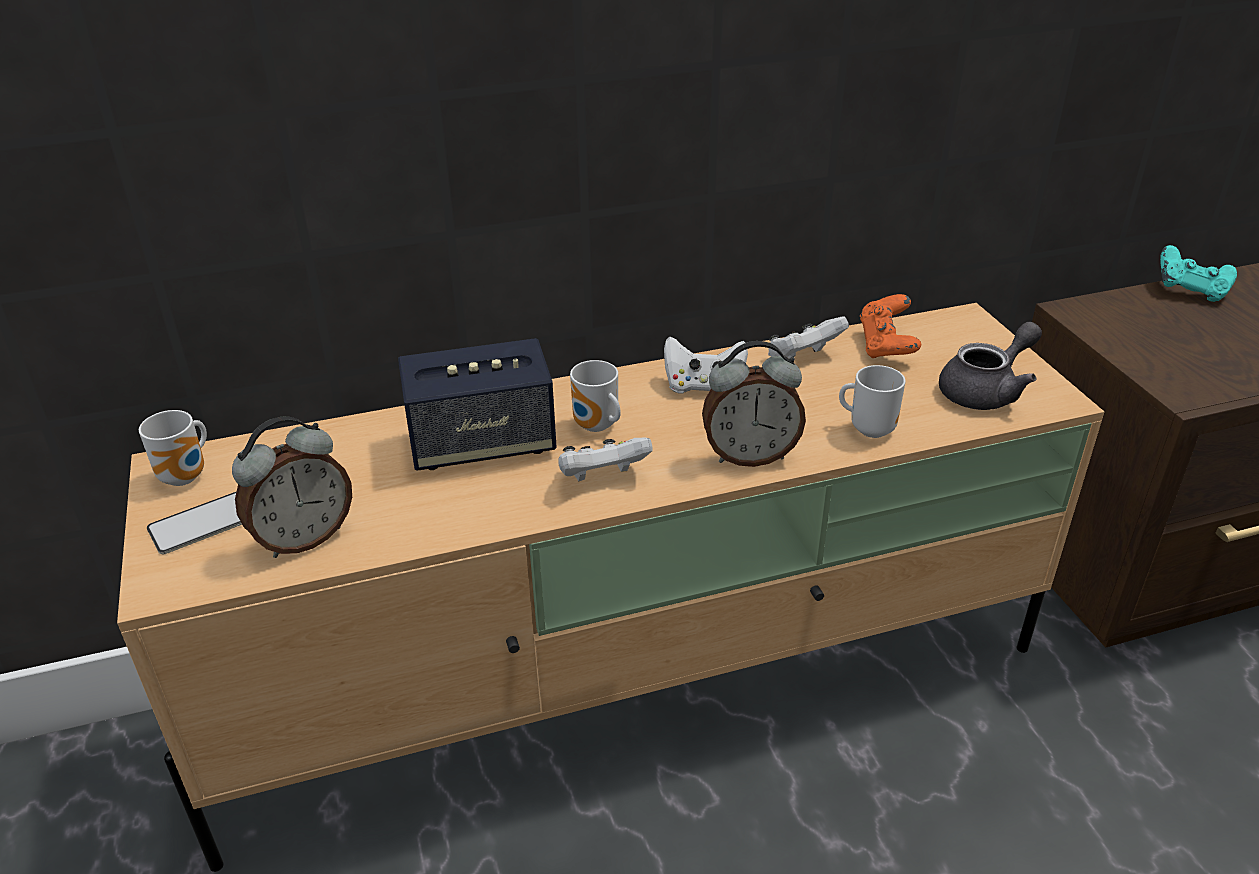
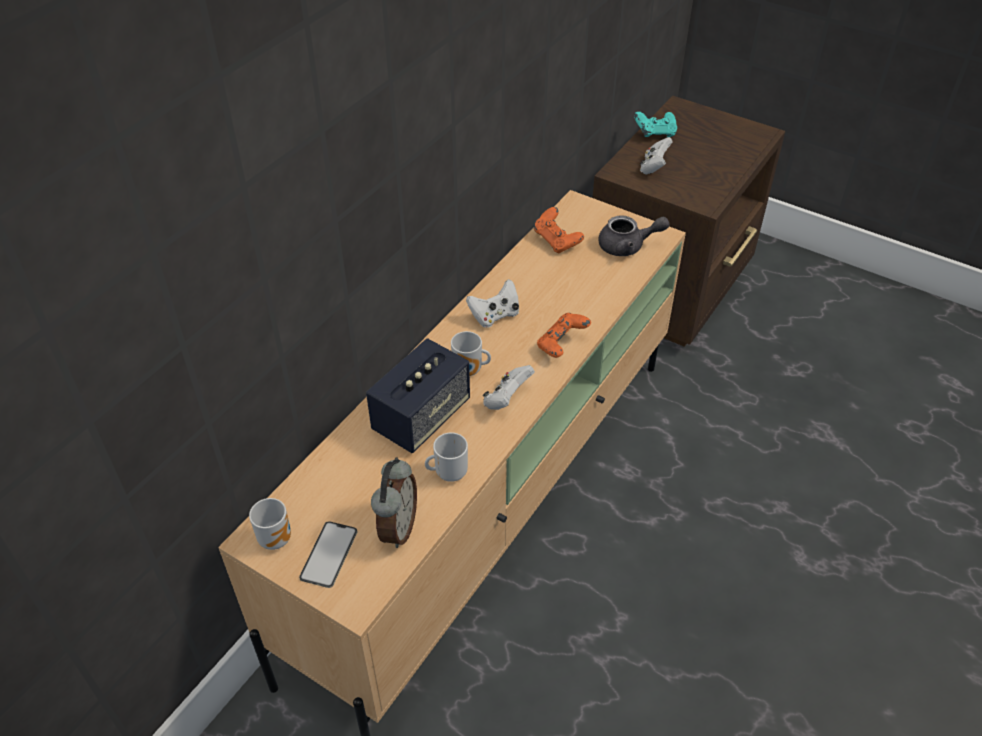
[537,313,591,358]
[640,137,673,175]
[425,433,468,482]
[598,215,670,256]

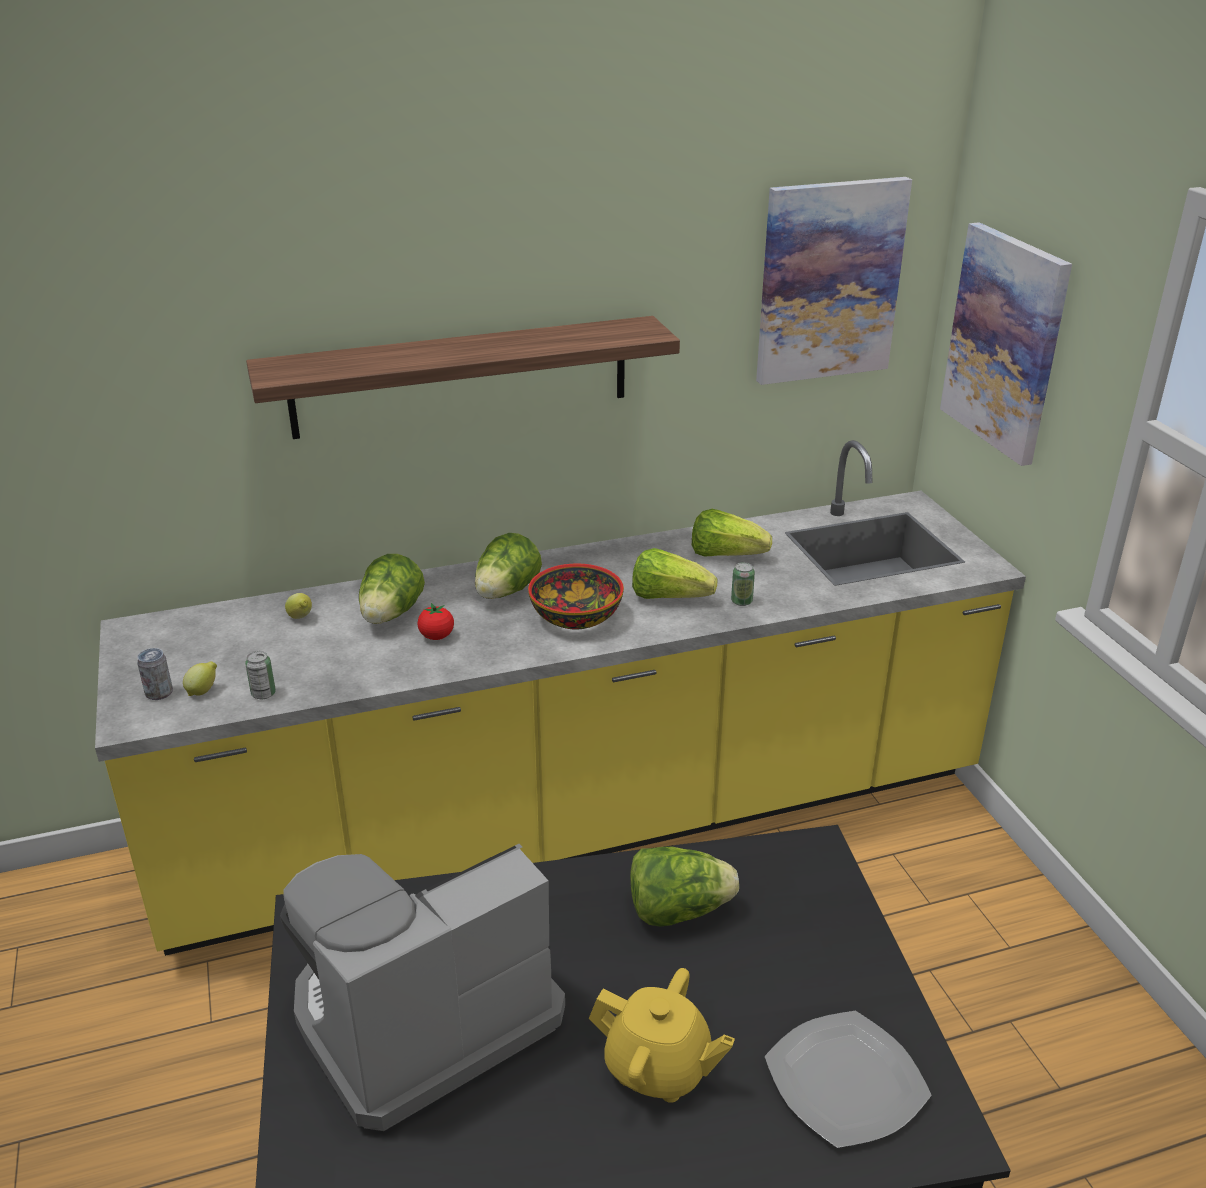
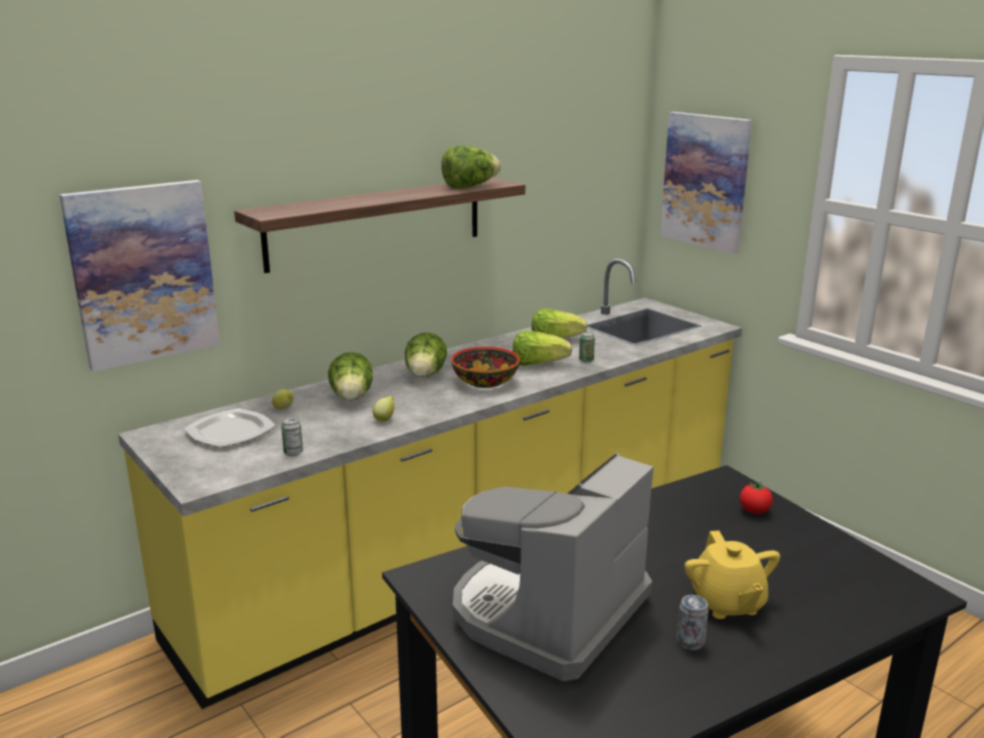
[677,595,709,651]
[373,396,394,422]
[740,482,773,514]
[685,531,780,619]
[441,145,501,189]
[59,180,220,372]
[184,408,276,447]

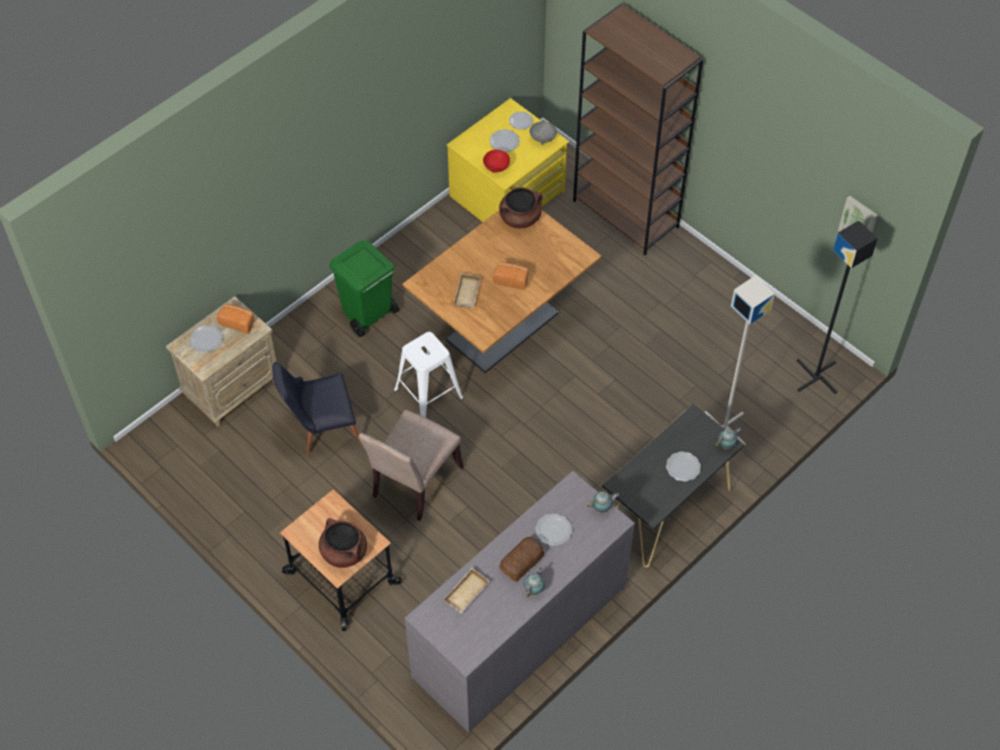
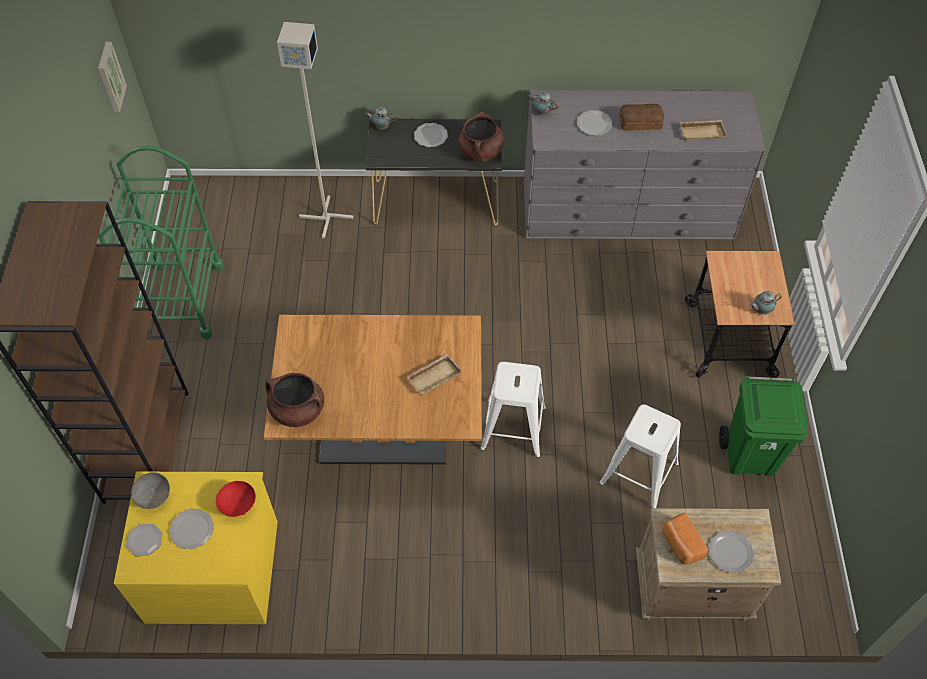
[599,404,681,508]
[458,112,504,162]
[719,376,808,476]
[358,410,464,521] (first image)
[493,262,528,290] (first image)
[749,291,782,315]
[797,221,878,394] (first image)
[98,146,224,339]

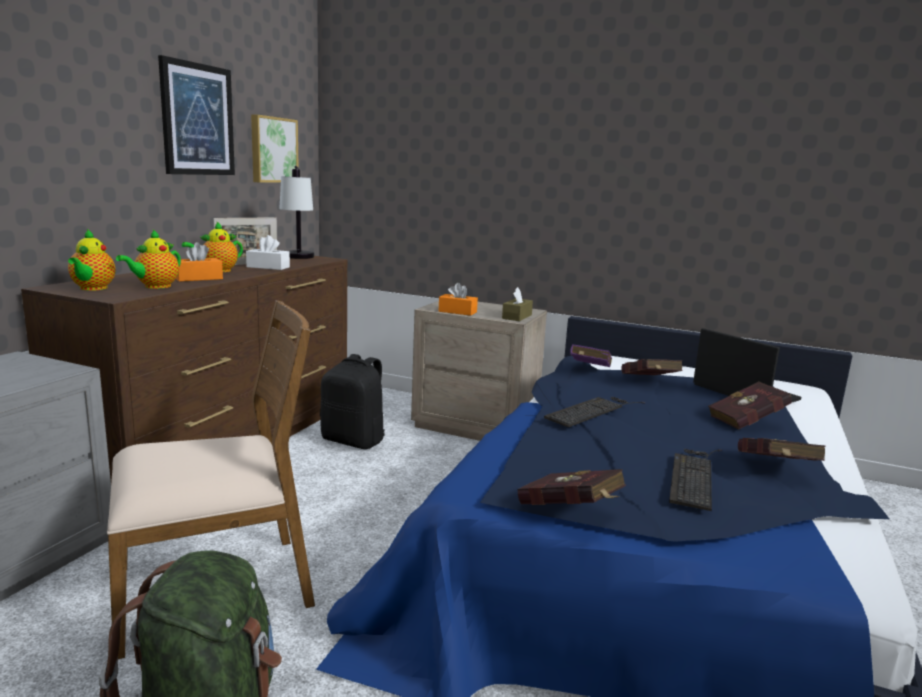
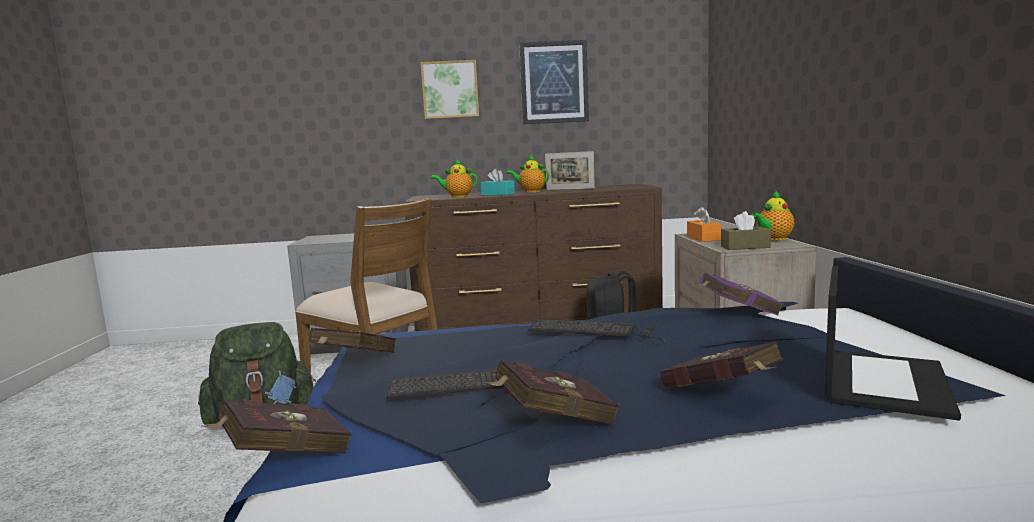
[751,191,794,241]
[481,169,515,195]
[246,235,290,270] (first image)
[420,60,479,119]
[279,166,314,259] (first image)
[203,399,351,453]

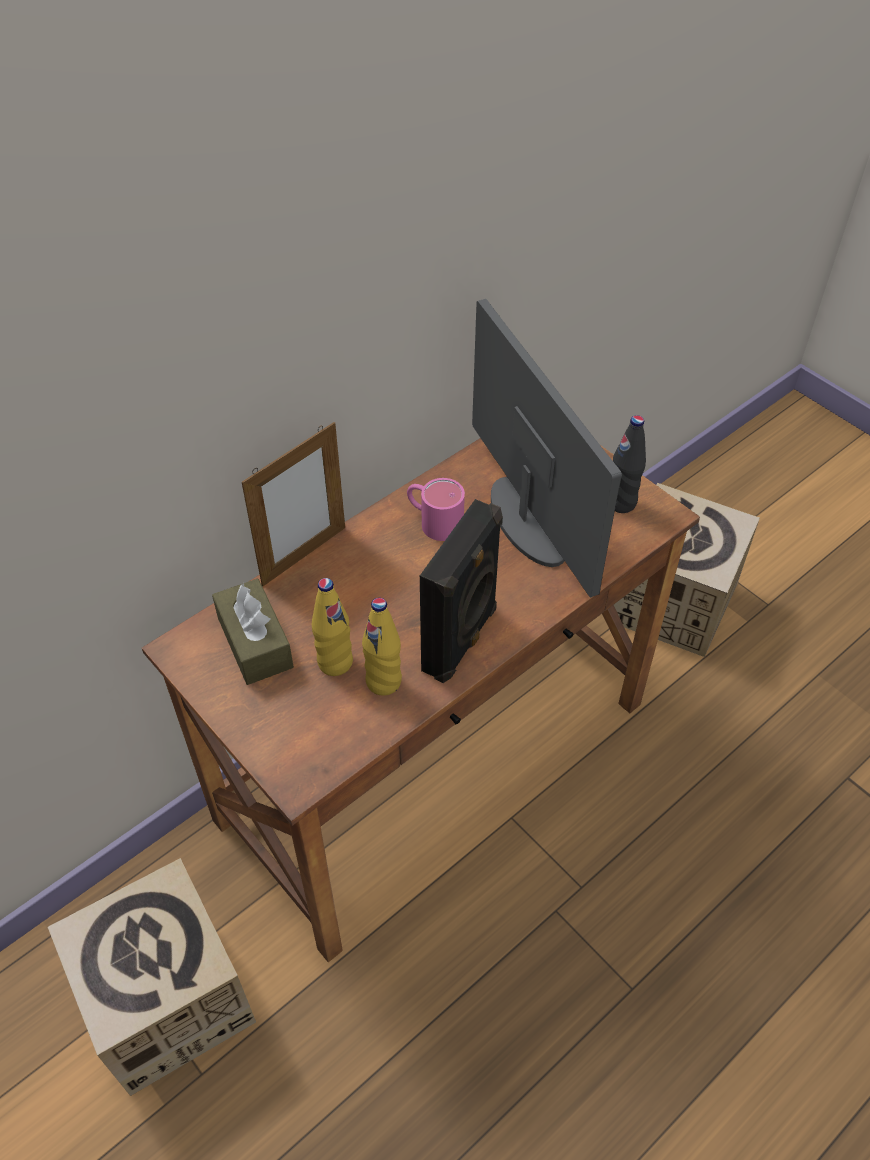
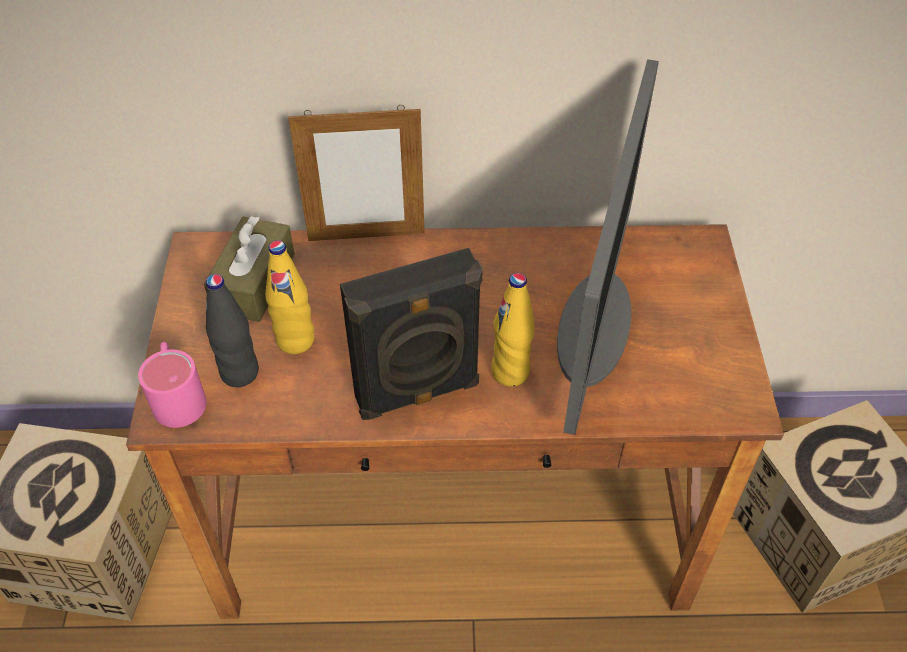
[491,273,535,387]
[138,342,207,428]
[206,274,259,387]

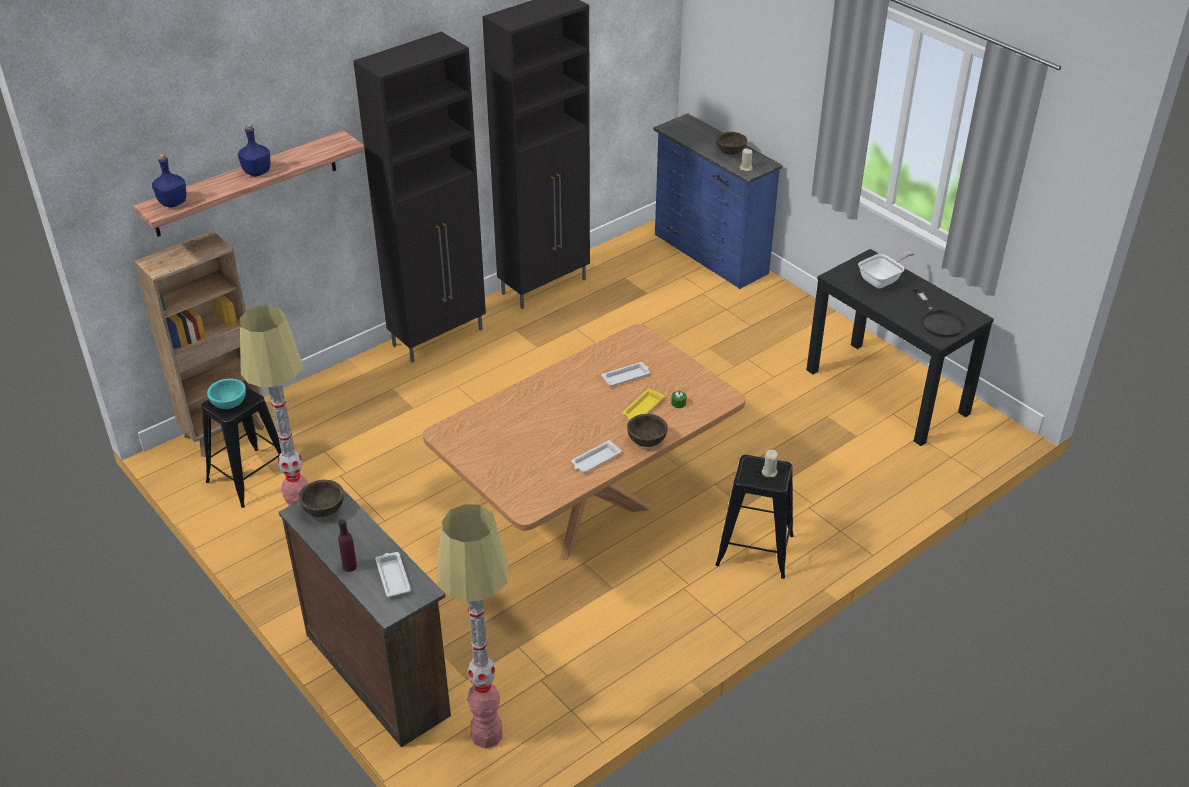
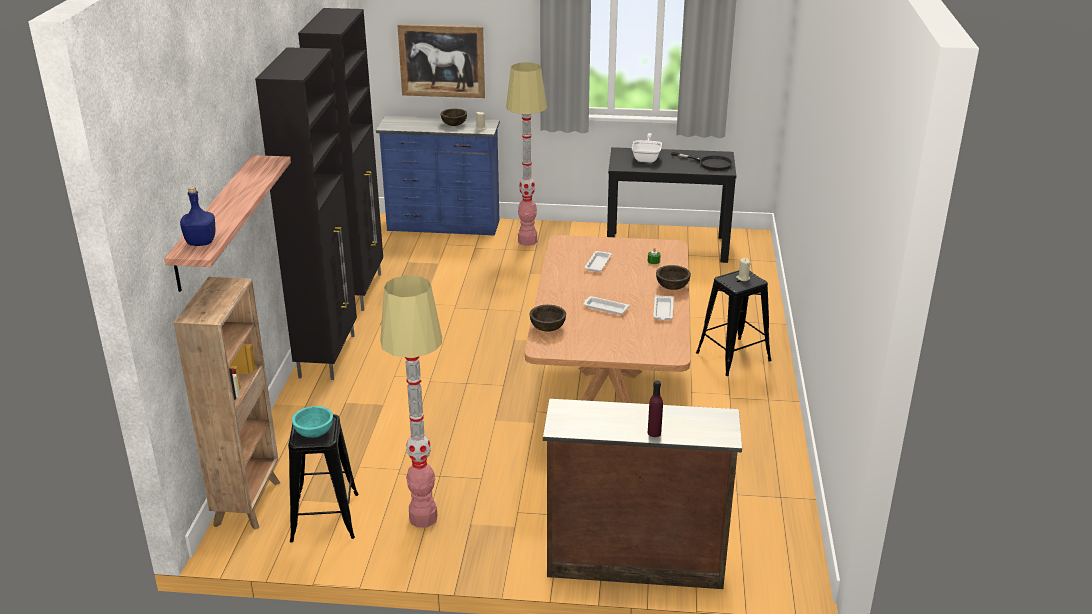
[238,124,270,177] (first image)
[529,305,566,332]
[583,296,630,315]
[506,63,547,246]
[622,388,665,420] (first image)
[397,24,485,98]

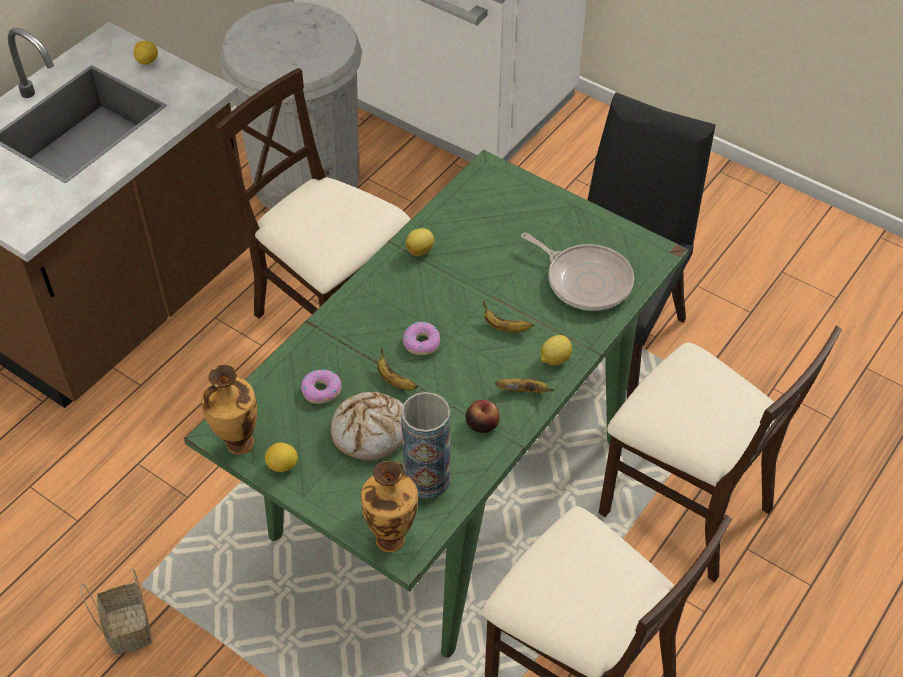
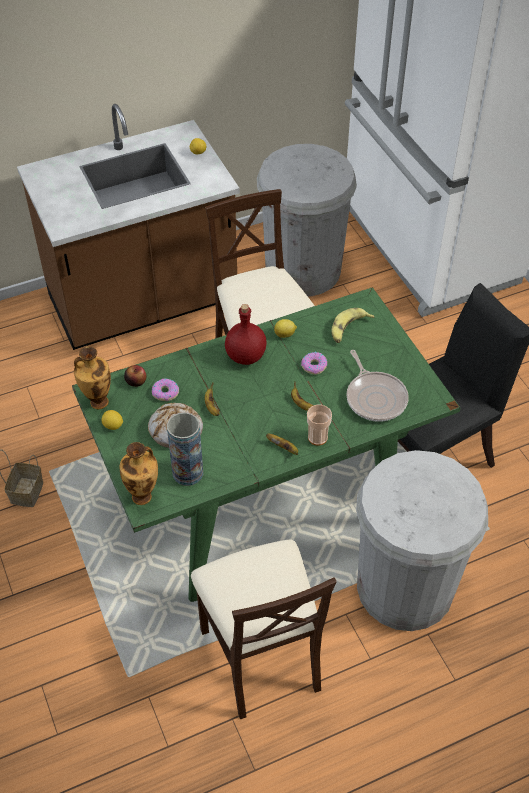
[301,352,327,375]
[124,365,147,387]
[307,405,332,446]
[356,450,488,631]
[225,304,267,365]
[331,308,374,343]

